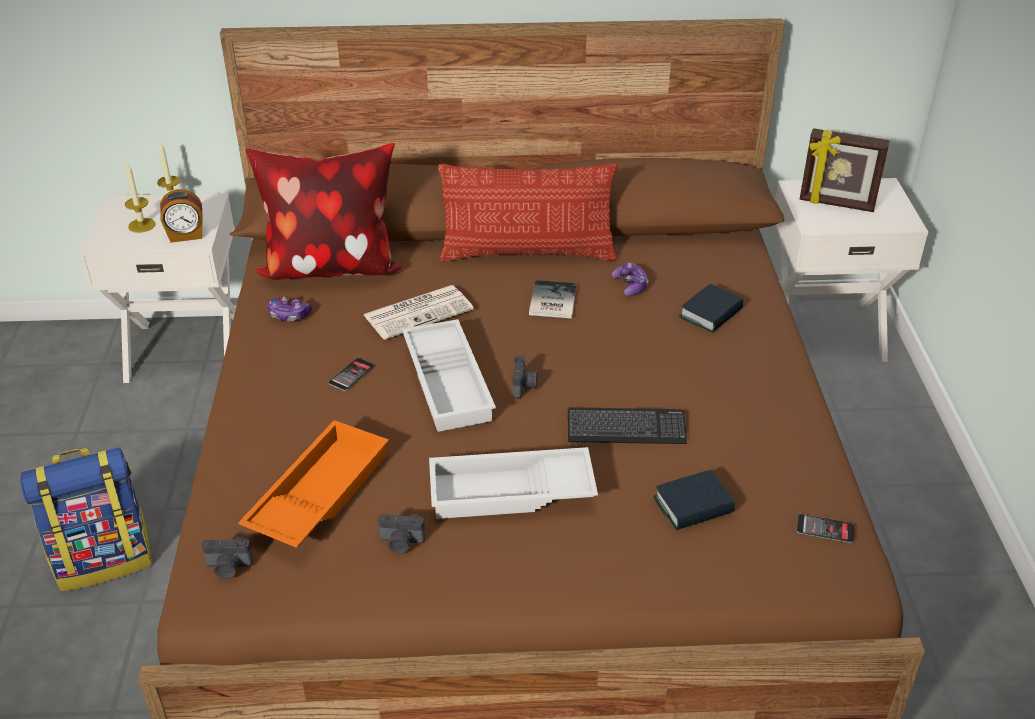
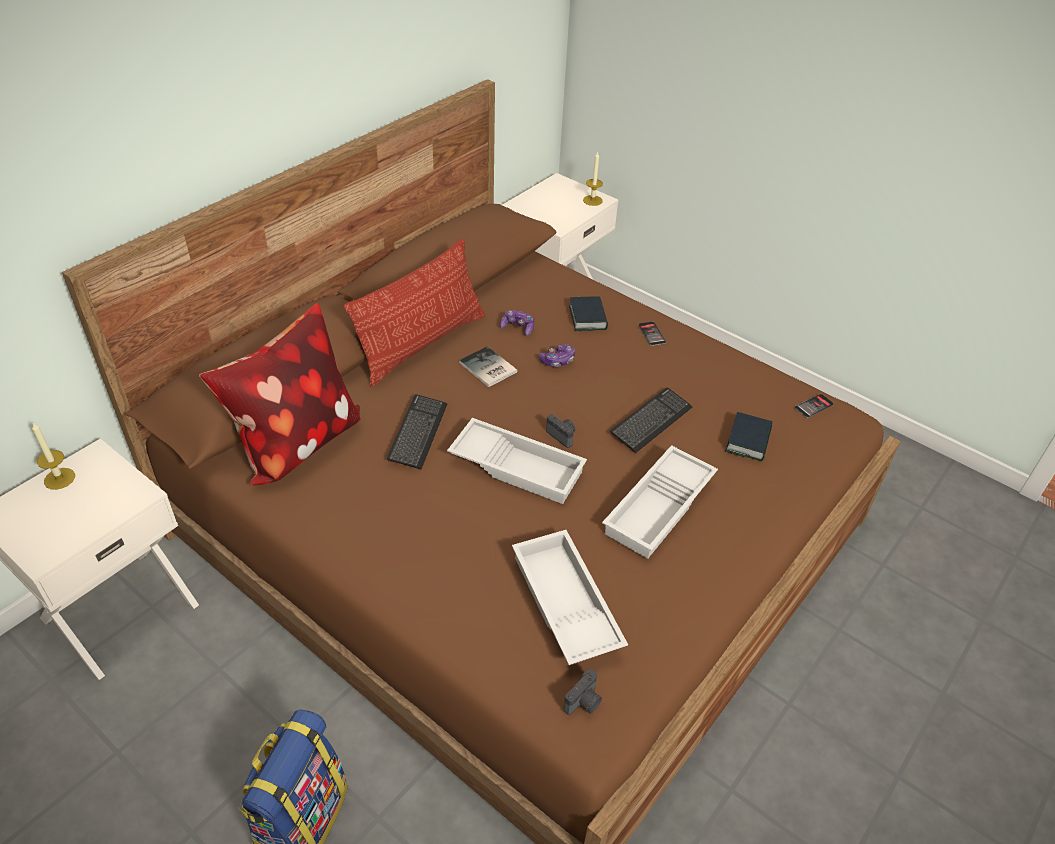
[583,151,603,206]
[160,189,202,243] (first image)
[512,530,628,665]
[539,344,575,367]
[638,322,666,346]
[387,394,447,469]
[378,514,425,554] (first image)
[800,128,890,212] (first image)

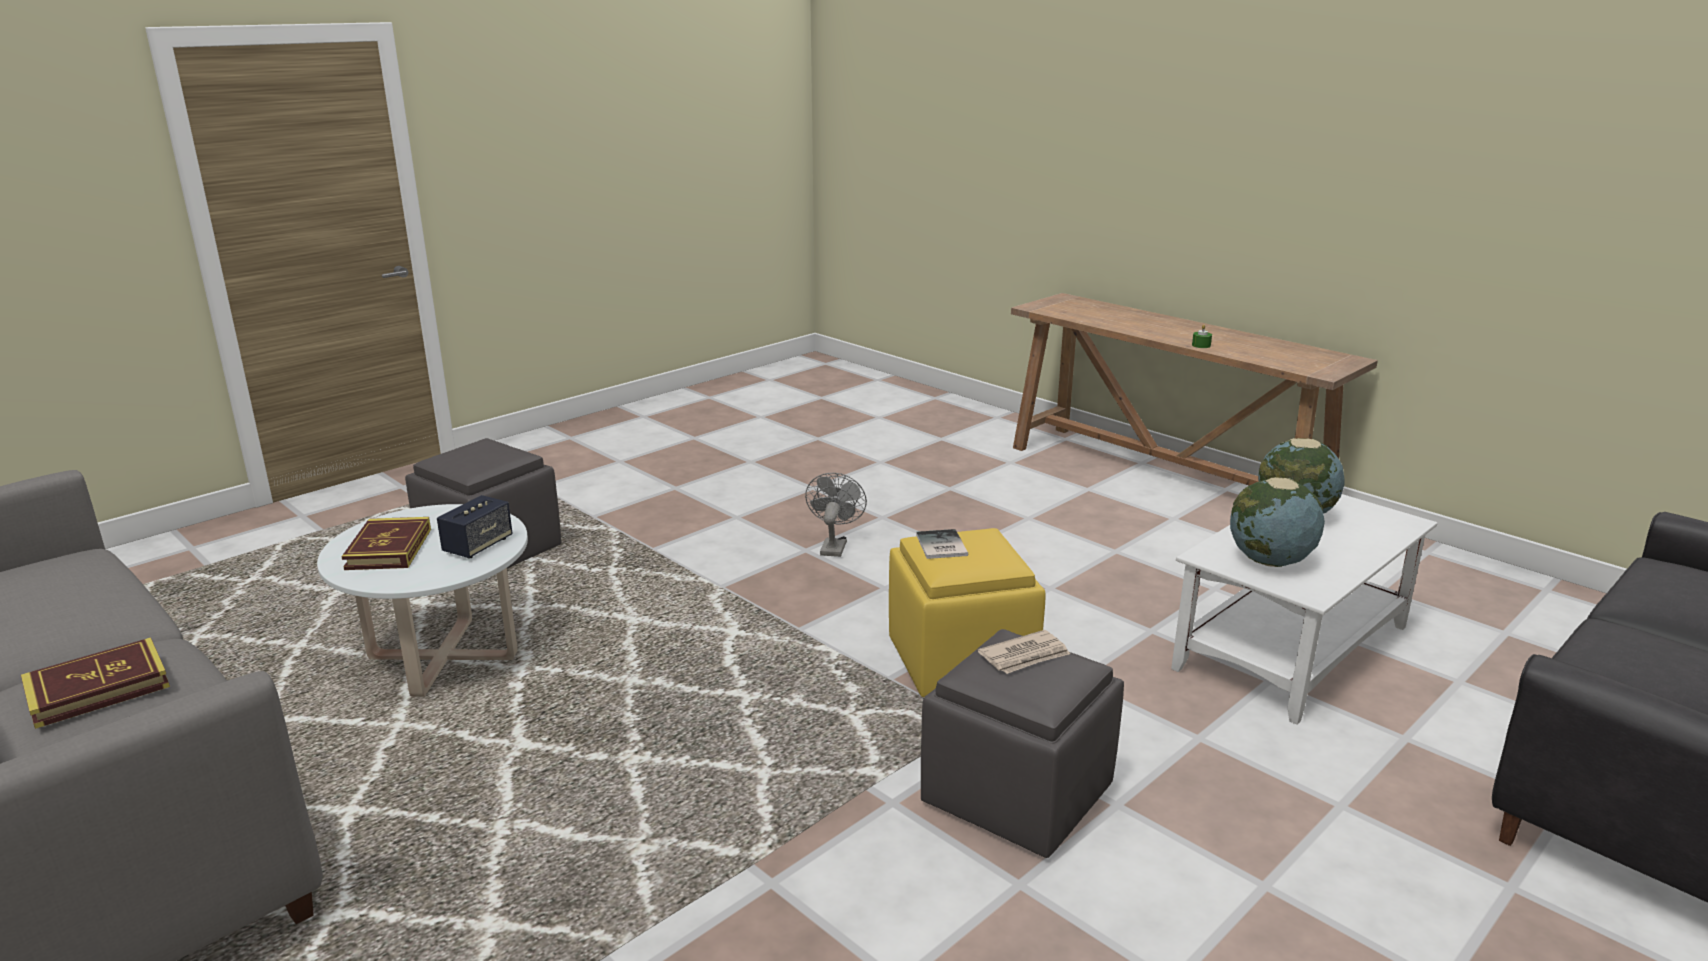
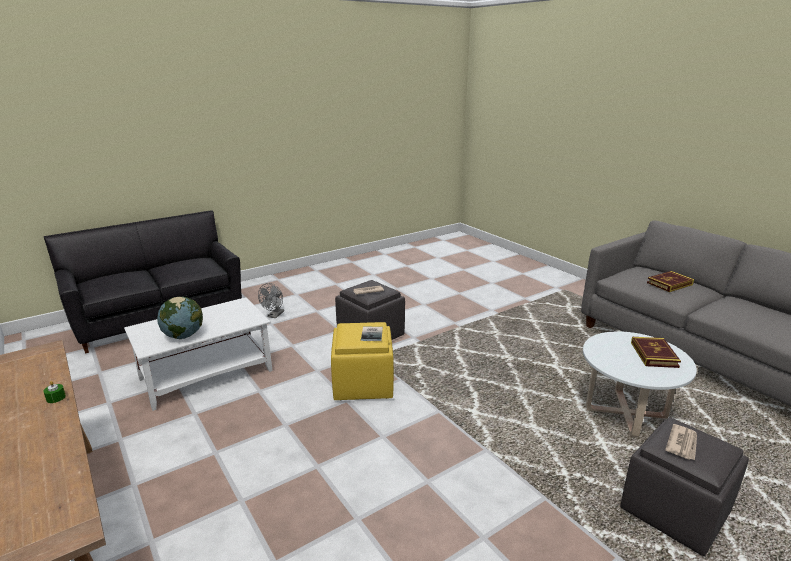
[437,495,513,558] (first image)
[258,283,284,318]
[1230,477,1325,567] (first image)
[665,424,697,460]

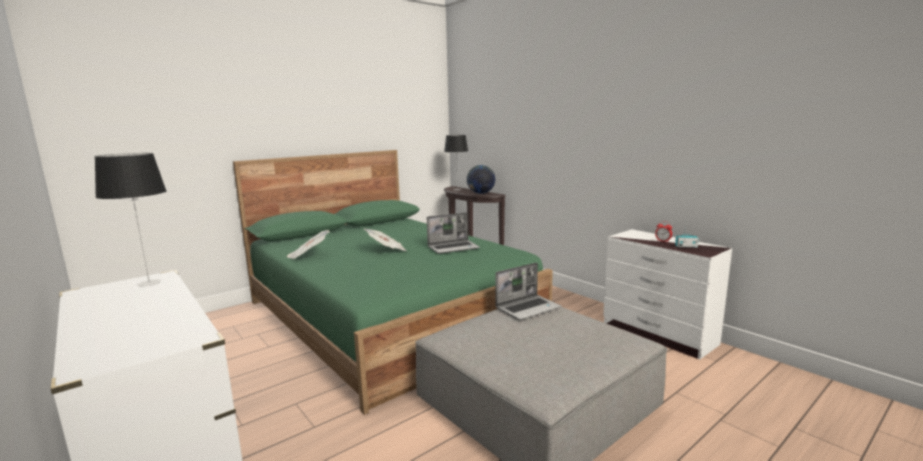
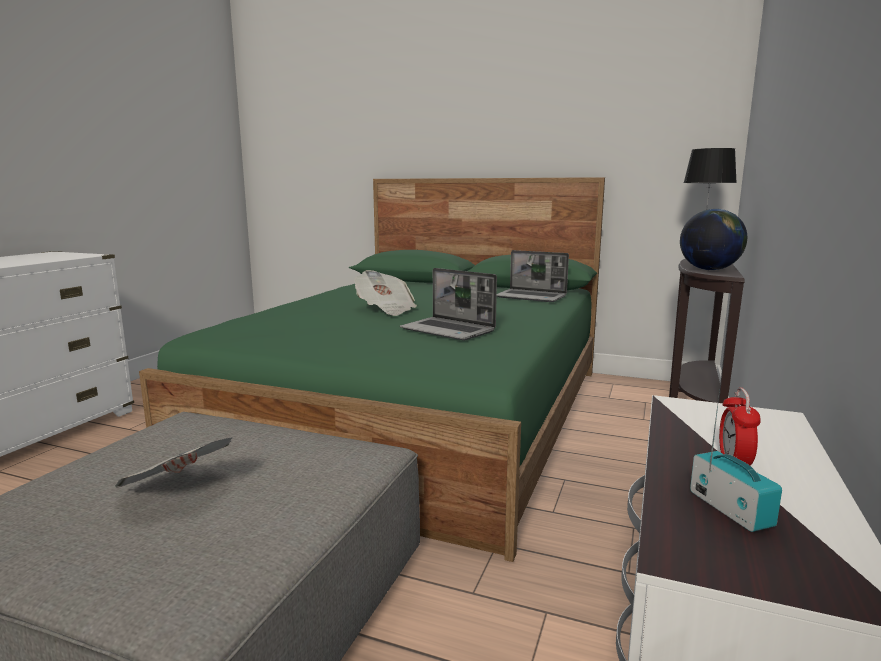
[95,153,167,287] (first image)
[115,438,232,488]
[497,250,569,302]

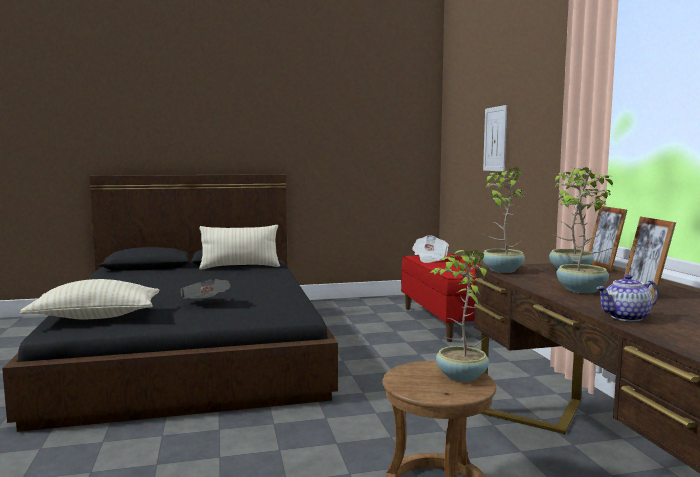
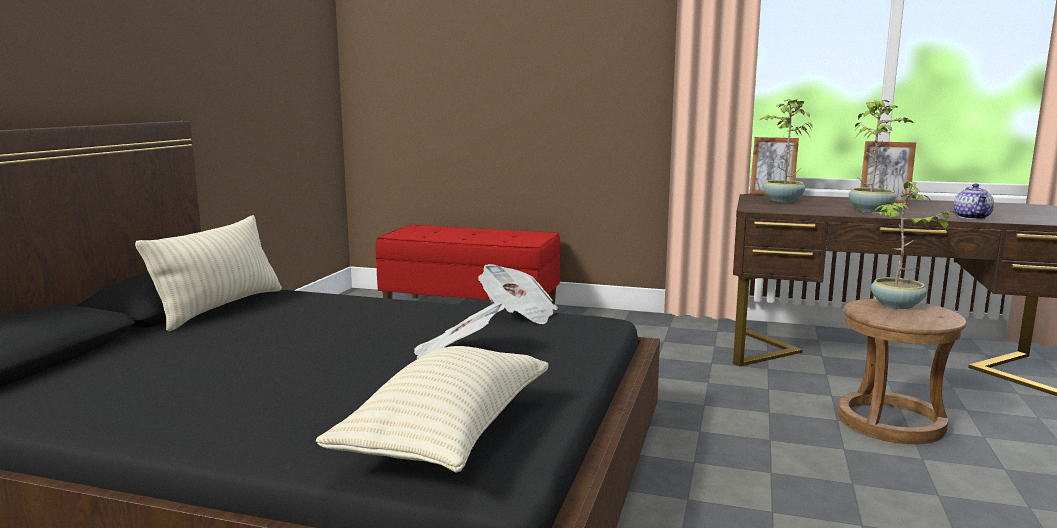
[478,264,558,324]
[483,105,507,171] (first image)
[483,167,525,273] (first image)

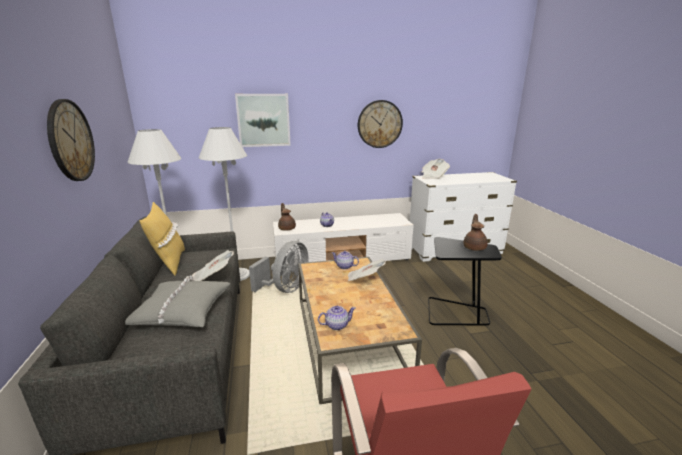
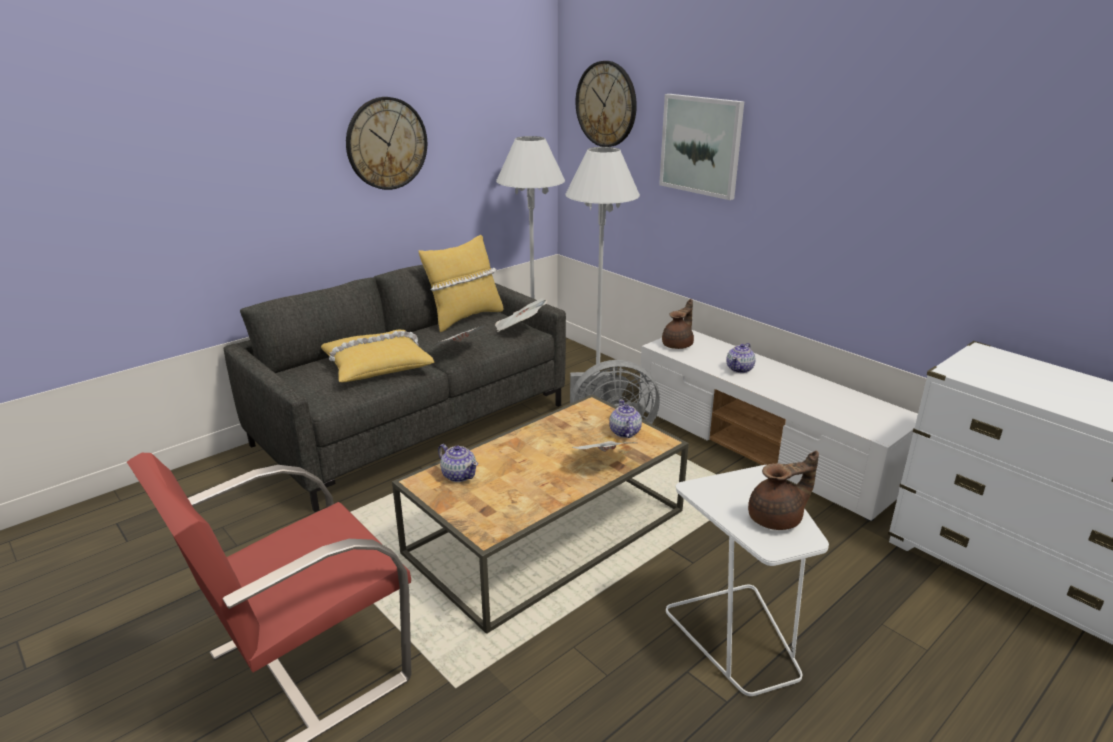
[321,330,434,382]
[576,61,637,147]
[495,298,547,332]
[666,465,829,696]

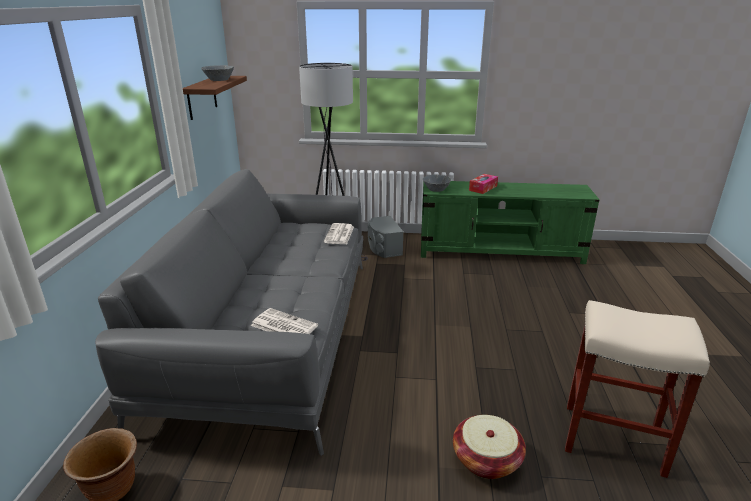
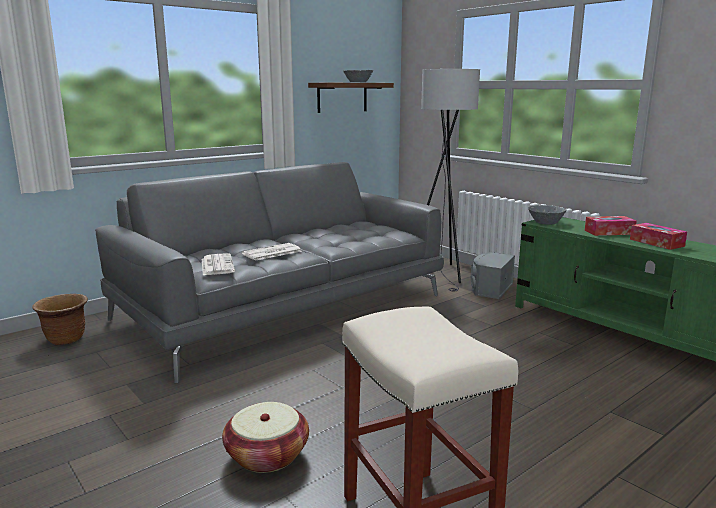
[242,243,301,261]
[630,223,687,250]

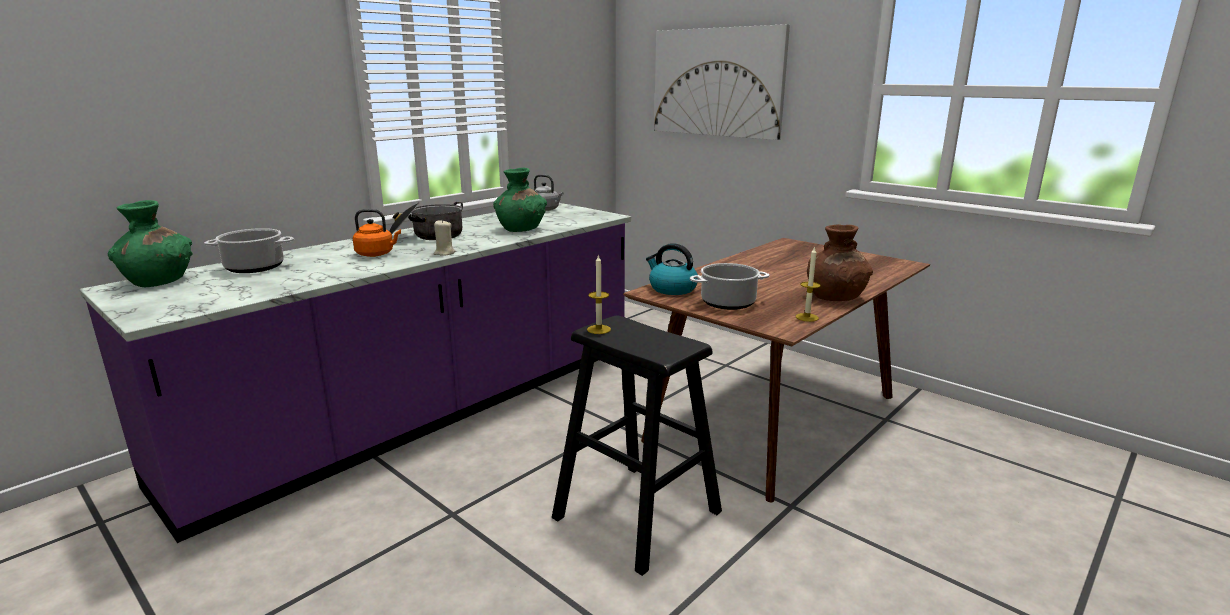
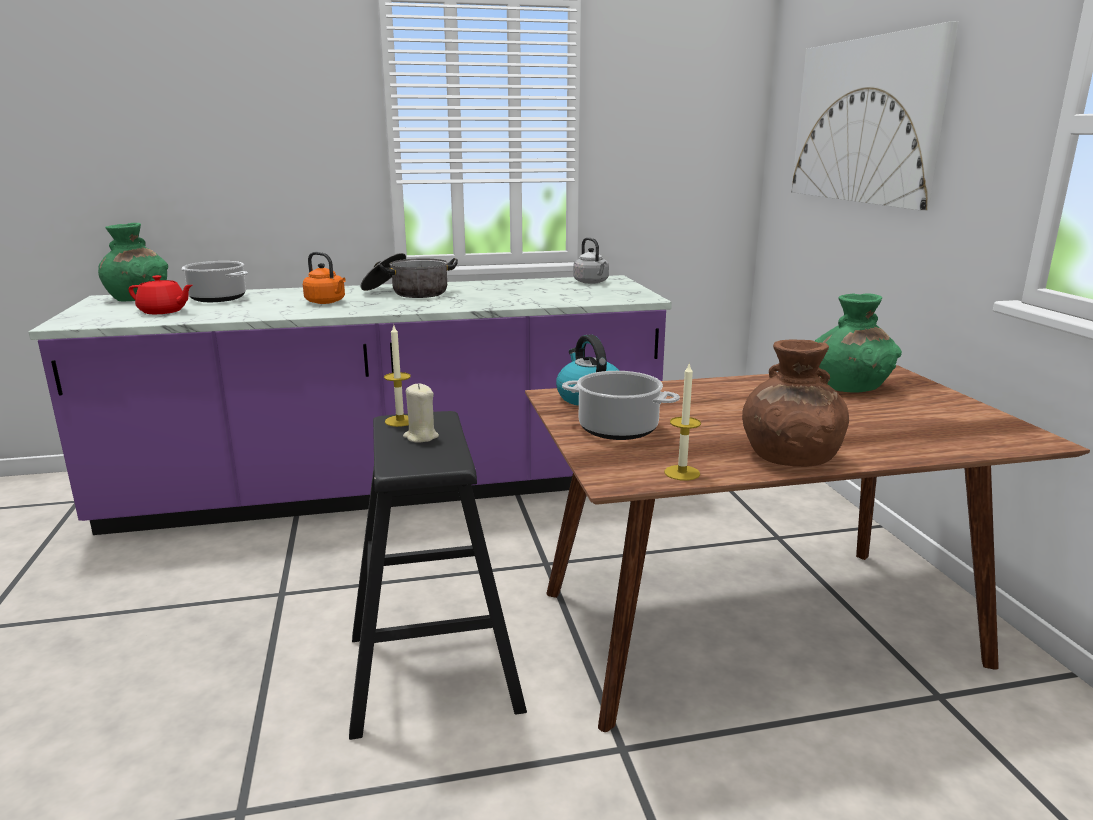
[403,384,439,443]
[815,293,902,393]
[129,275,193,314]

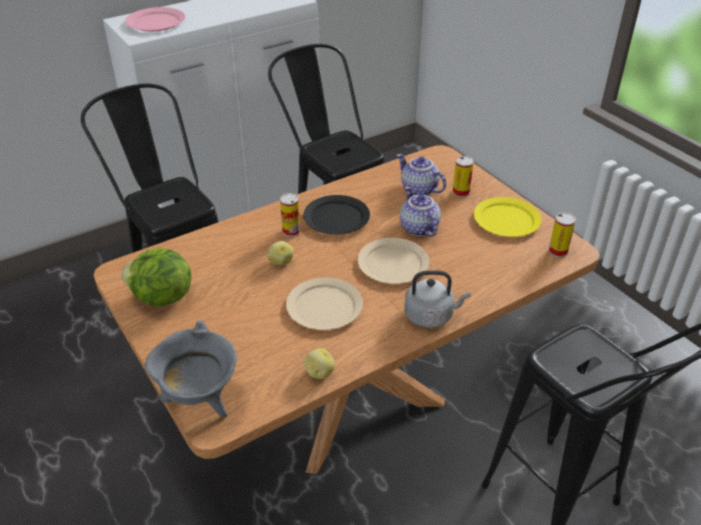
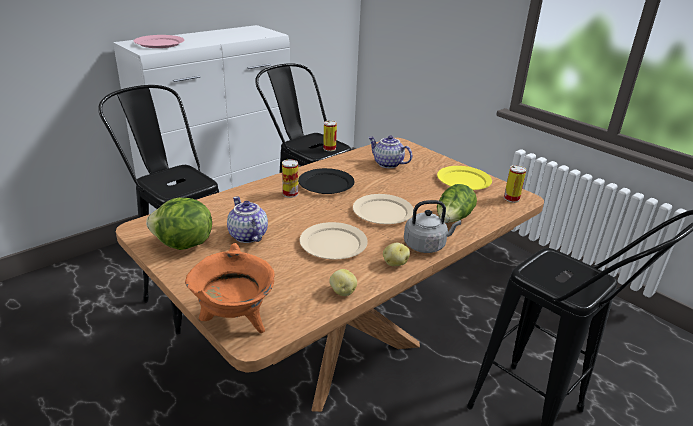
[185,243,275,333]
[383,243,410,266]
[227,197,268,243]
[323,120,337,152]
[437,184,477,223]

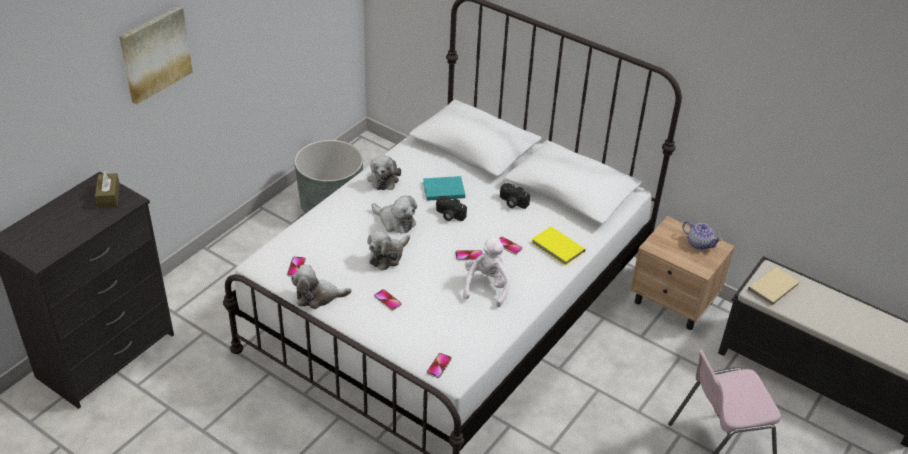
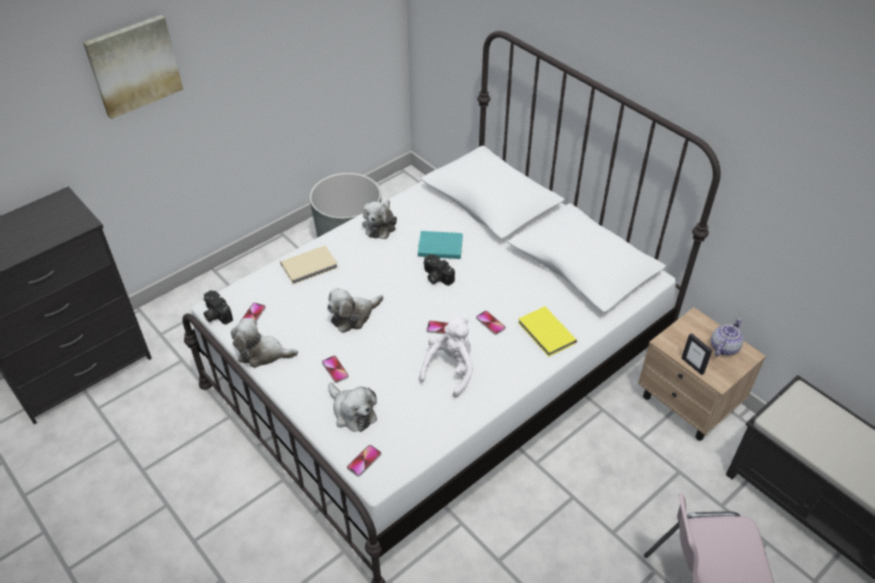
[95,171,120,208] (first image)
[328,383,377,432]
[203,290,233,325]
[711,318,743,357]
[280,246,338,284]
[682,333,713,375]

